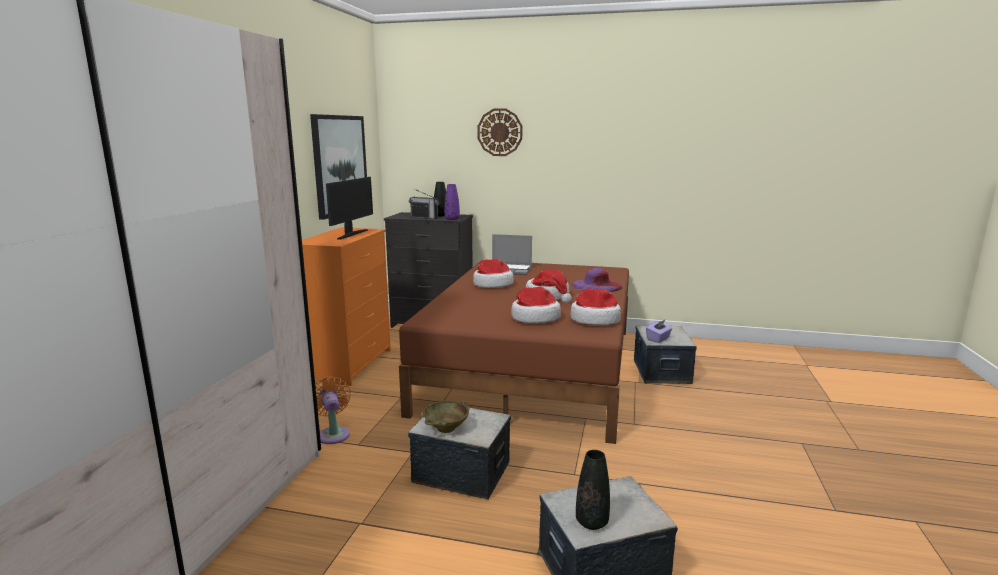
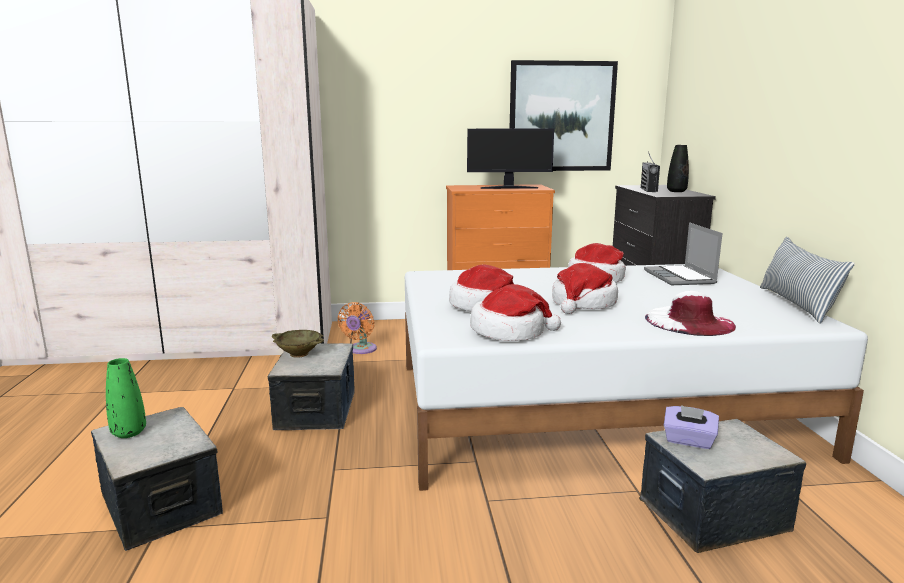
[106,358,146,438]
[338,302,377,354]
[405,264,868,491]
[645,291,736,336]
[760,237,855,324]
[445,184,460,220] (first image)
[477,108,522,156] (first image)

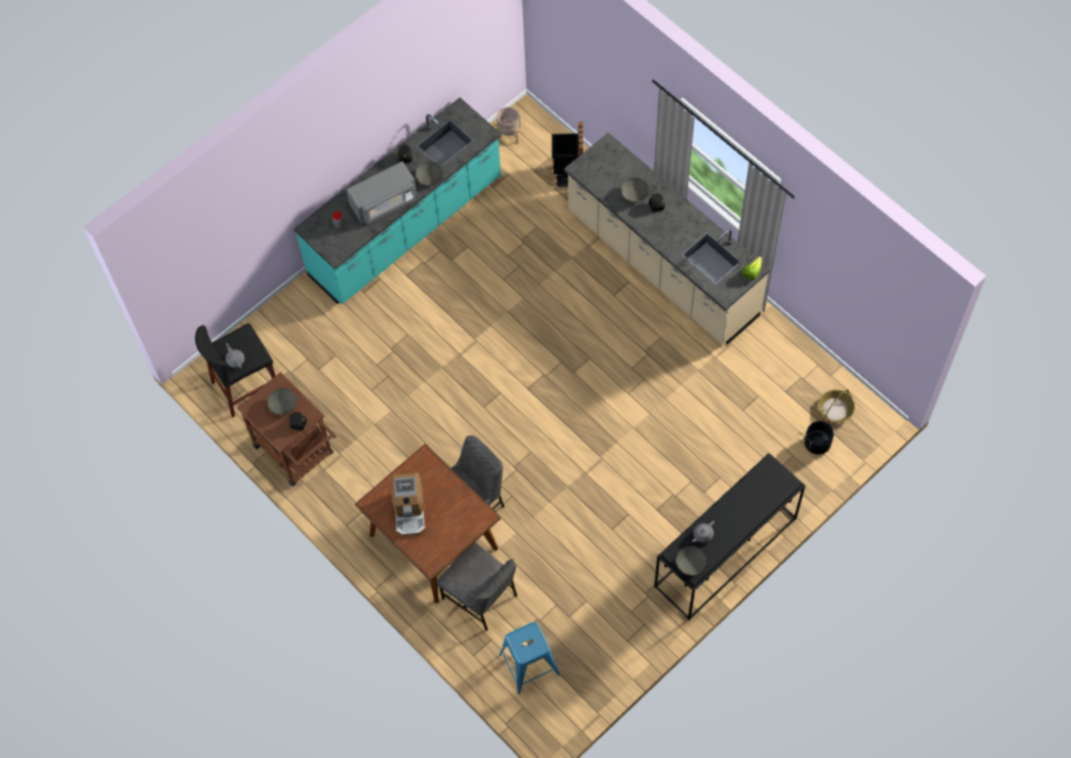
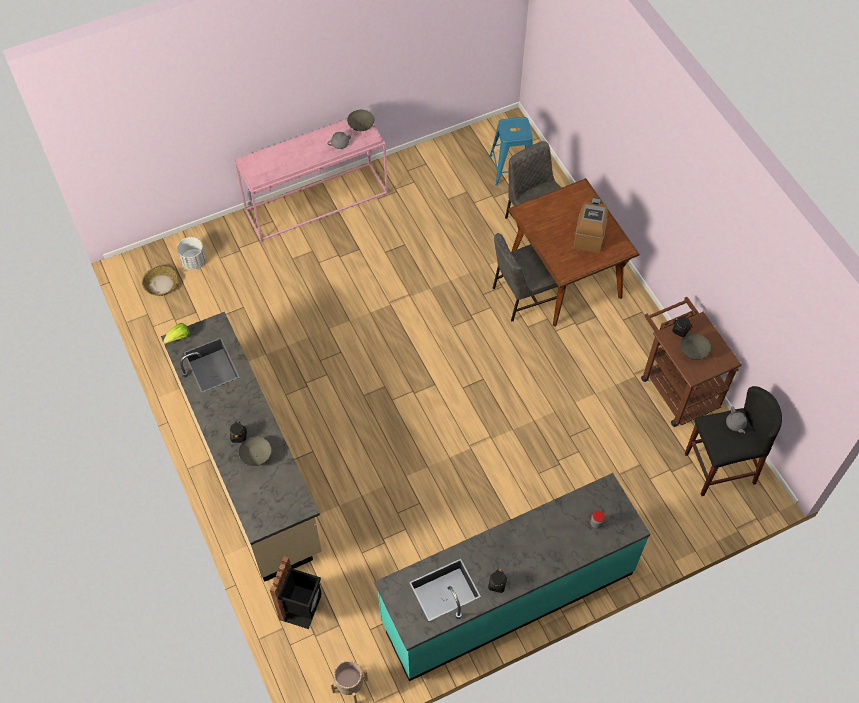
[177,237,206,270]
[234,119,388,242]
[346,161,417,225] (first image)
[415,161,443,186] (first image)

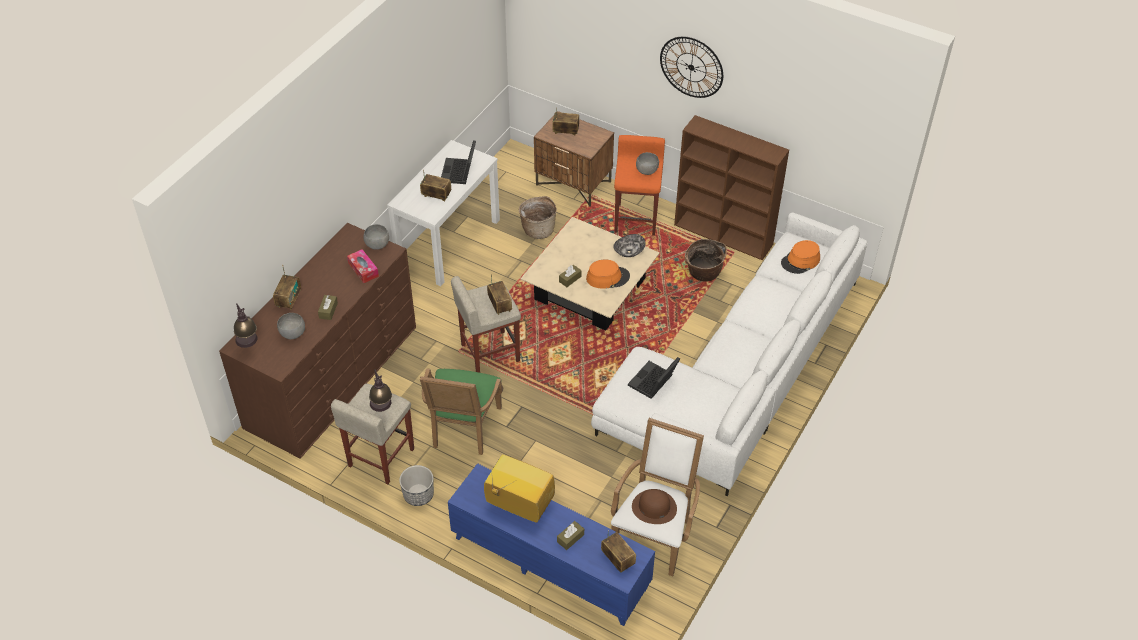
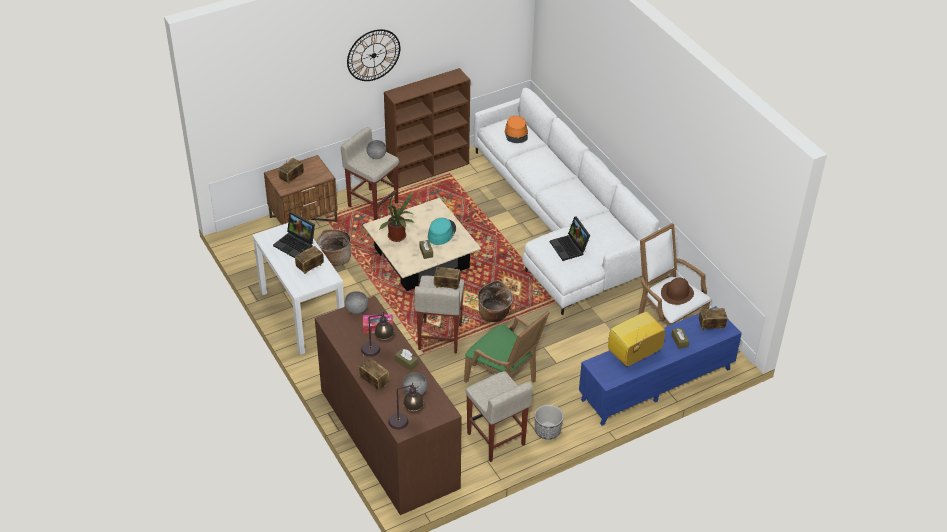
[341,127,399,220]
[361,312,394,357]
[379,191,414,242]
[428,218,456,245]
[478,280,513,322]
[613,234,646,257] (first image)

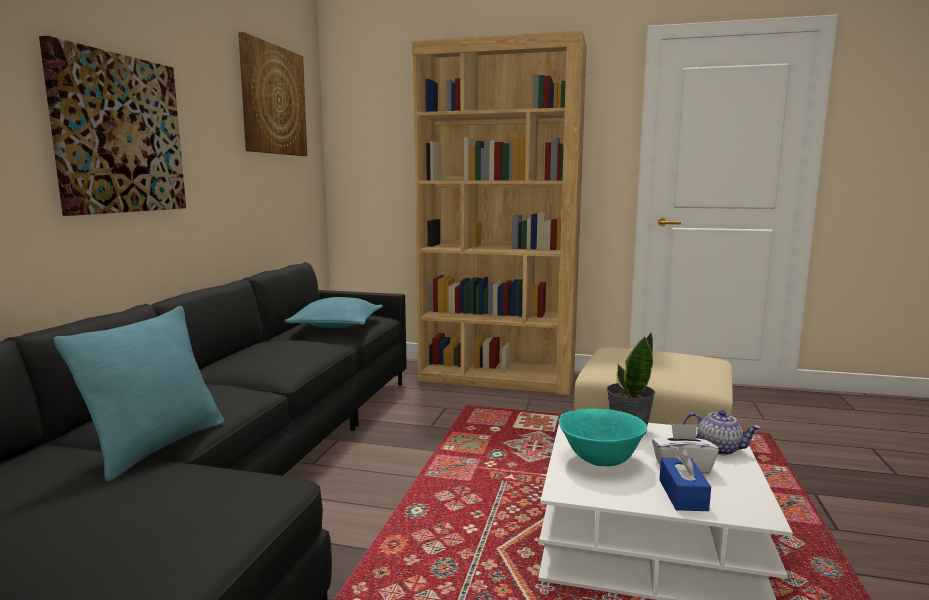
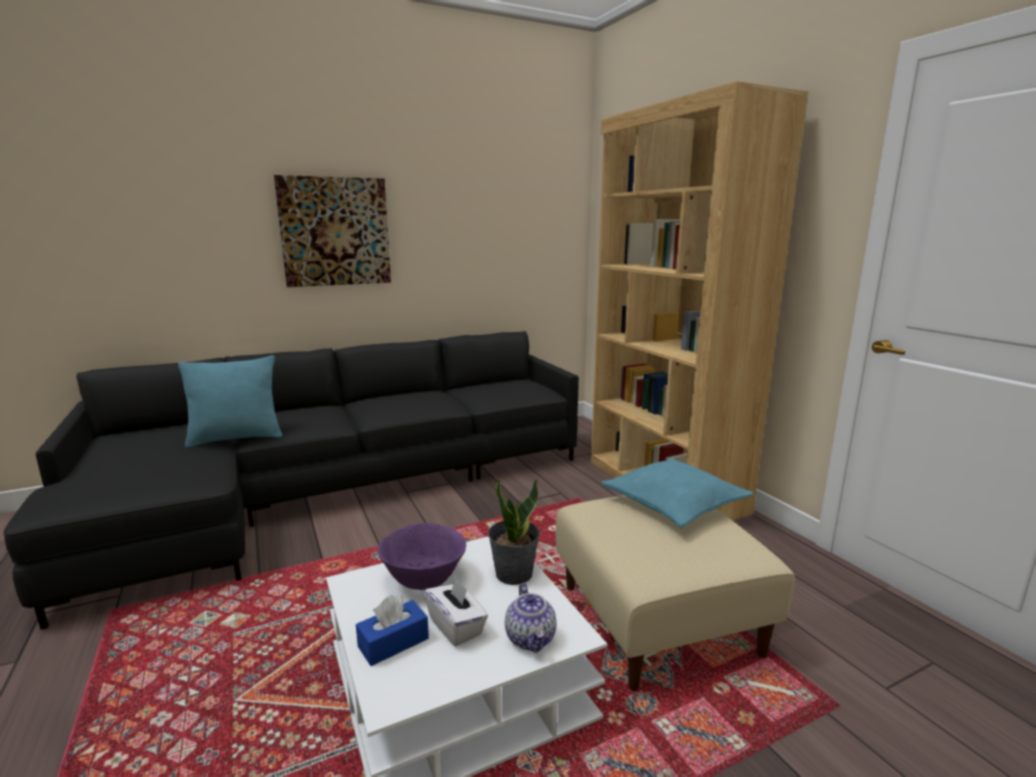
[377,523,466,590]
[601,458,753,528]
[238,32,307,156] (first image)

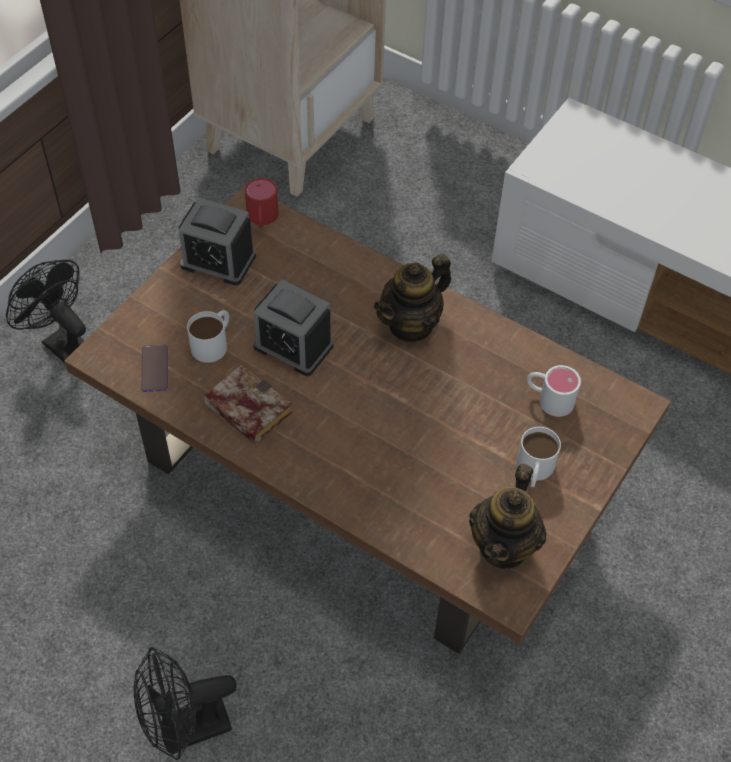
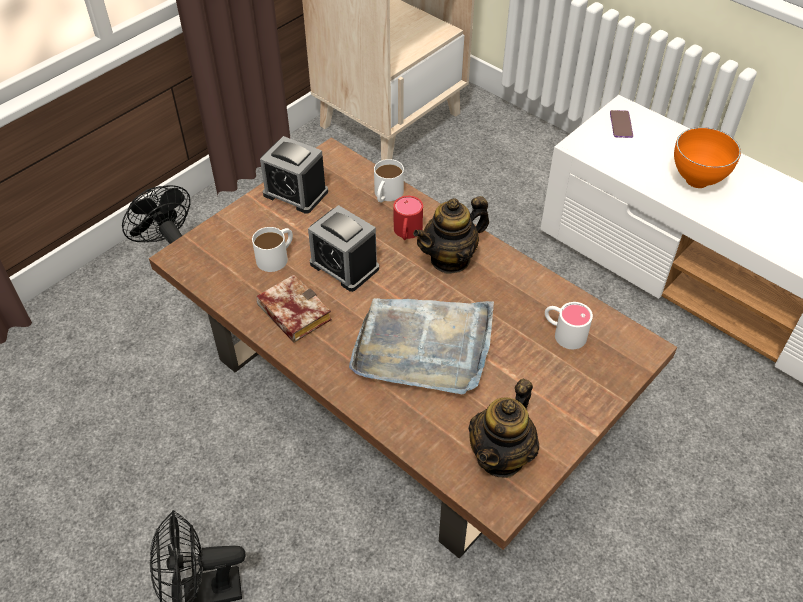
[349,298,494,394]
[374,159,404,202]
[393,196,423,240]
[610,110,633,138]
[674,127,741,188]

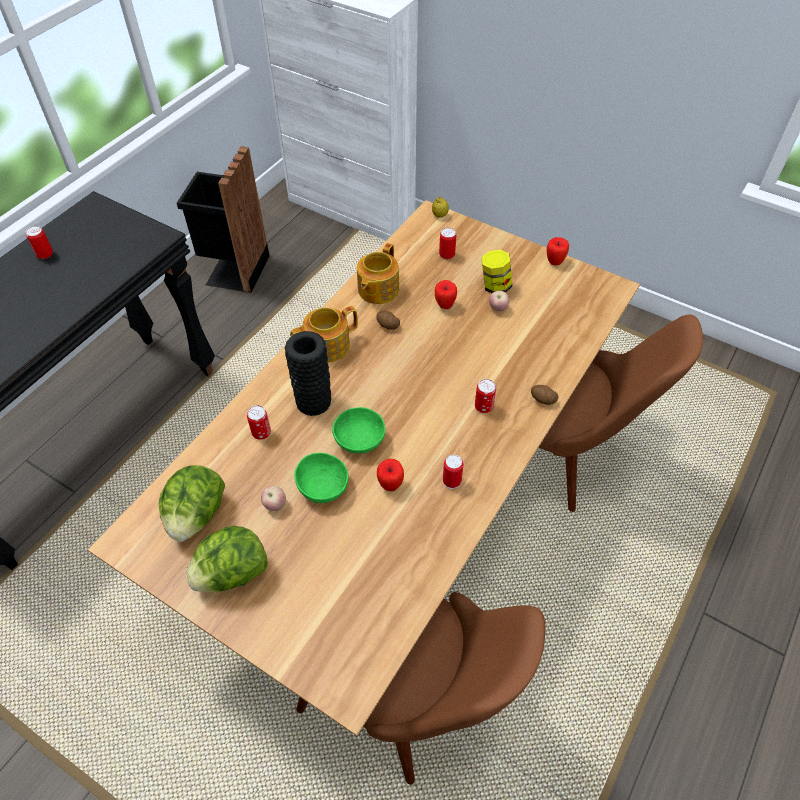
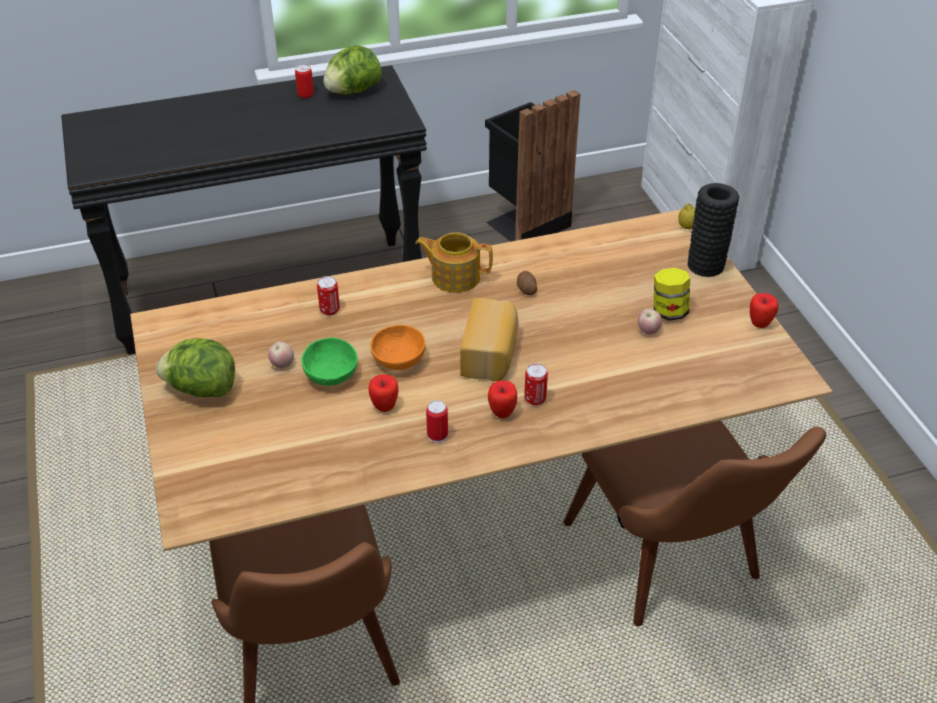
[323,45,382,95]
[370,325,425,370]
[460,298,519,381]
[488,380,517,418]
[687,183,739,277]
[357,243,399,304] (first image)
[439,228,456,259] (first image)
[531,385,558,405] (first image)

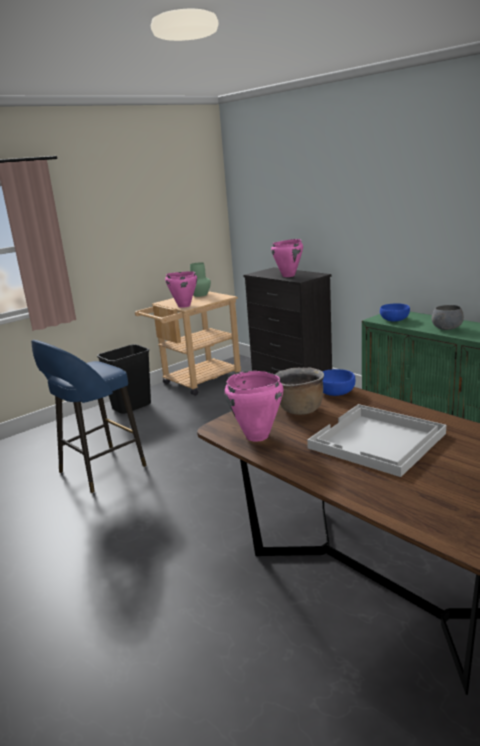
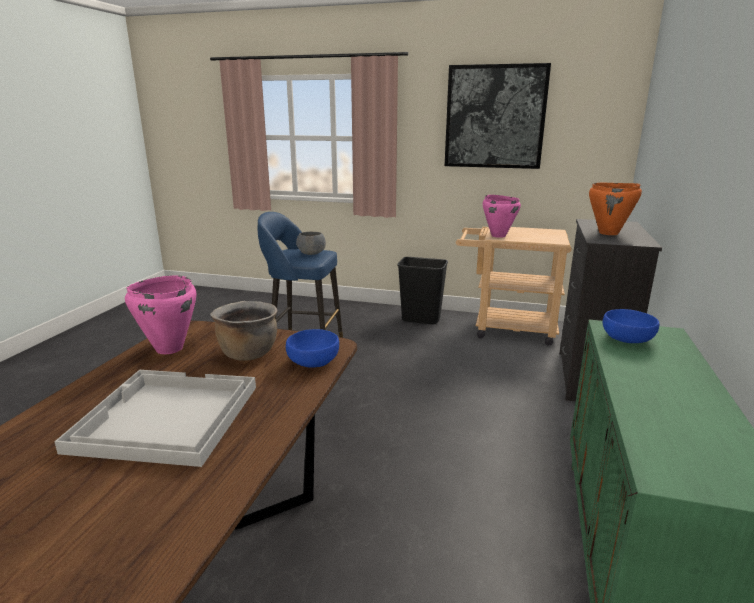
[296,232,326,255]
[445,63,551,169]
[589,183,642,235]
[190,262,211,297] (first image)

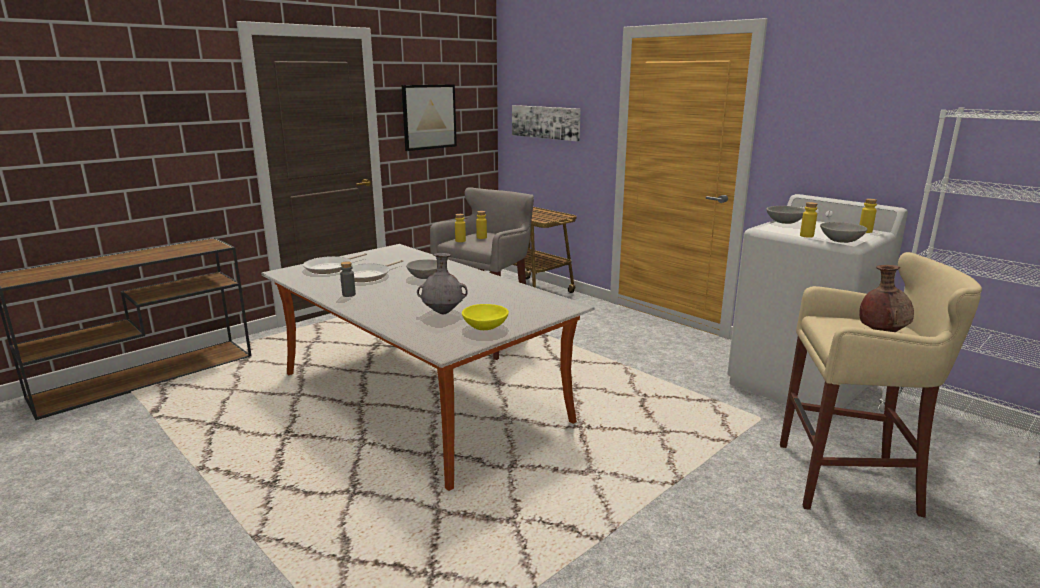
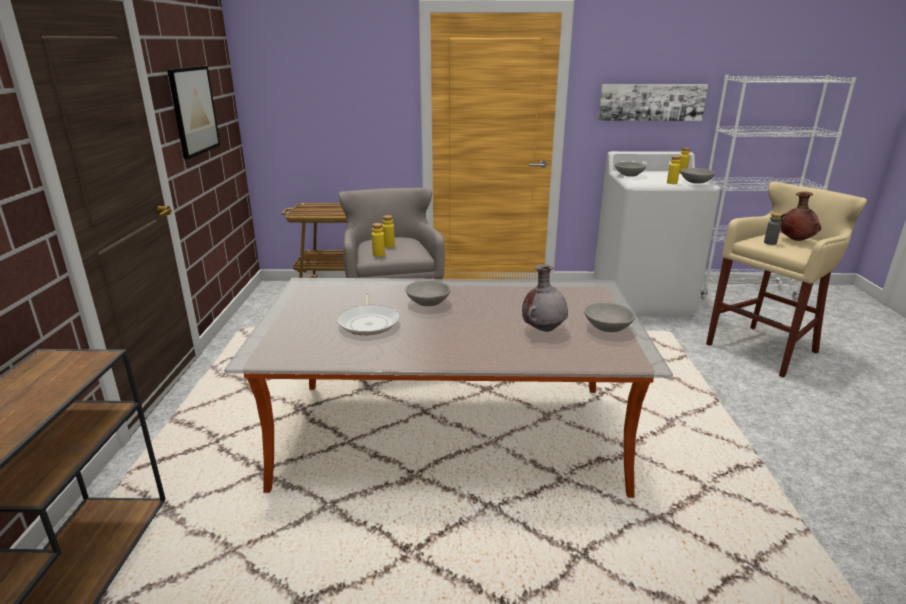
[584,303,635,332]
[598,84,708,121]
[764,213,782,245]
[303,253,367,274] (first image)

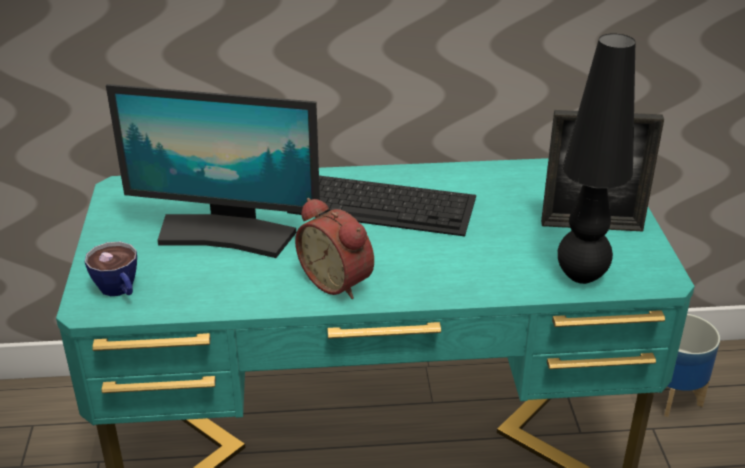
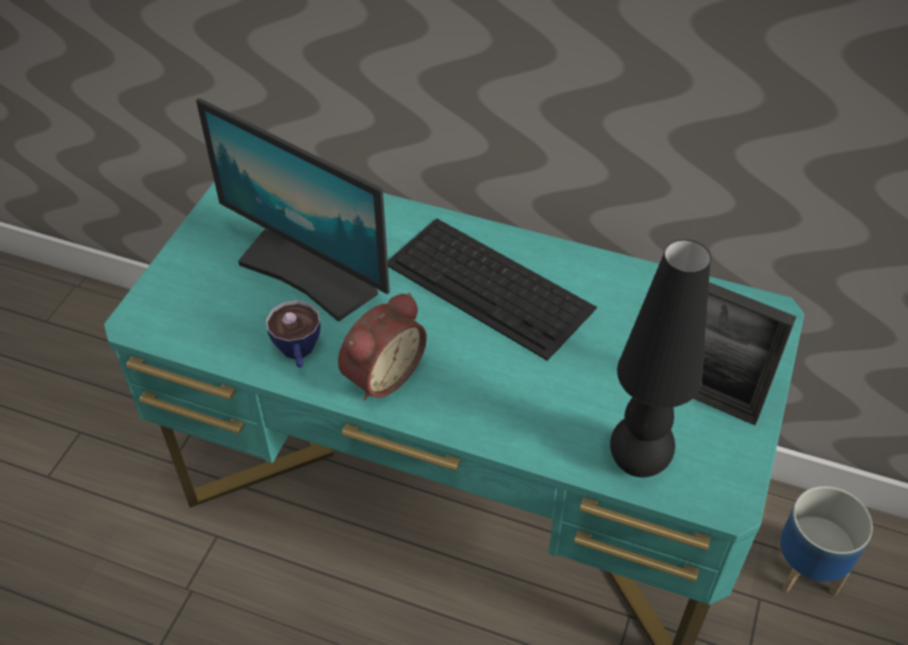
[266,300,321,368]
[338,293,427,401]

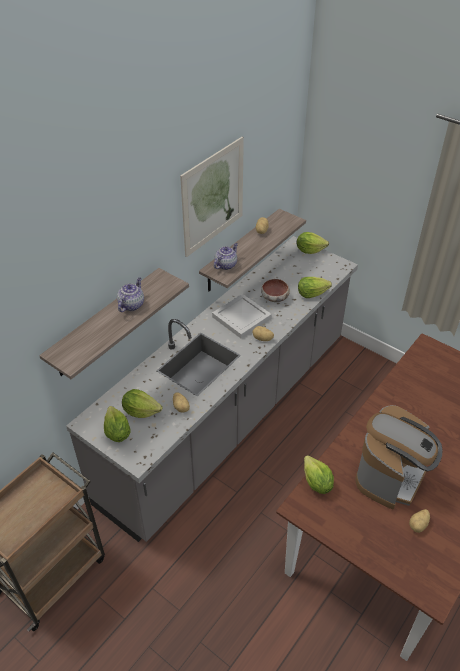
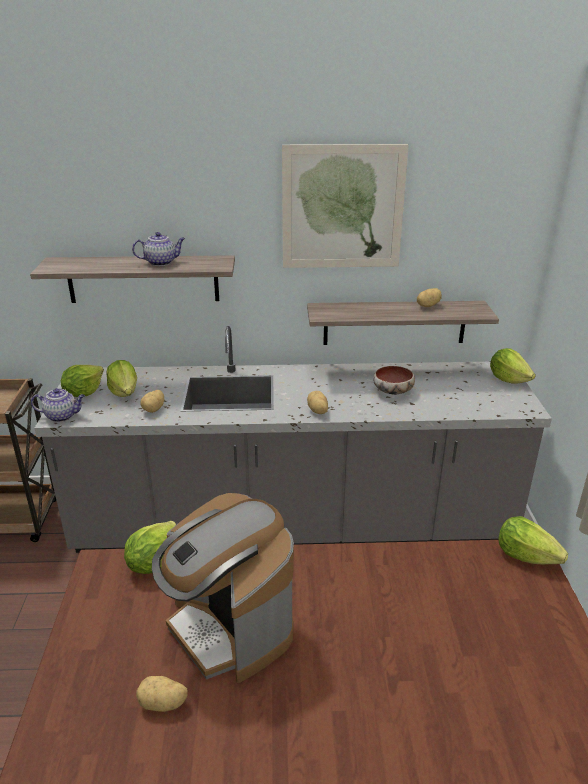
[31,388,85,422]
[152,493,294,683]
[498,516,568,564]
[212,294,272,339] (first image)

